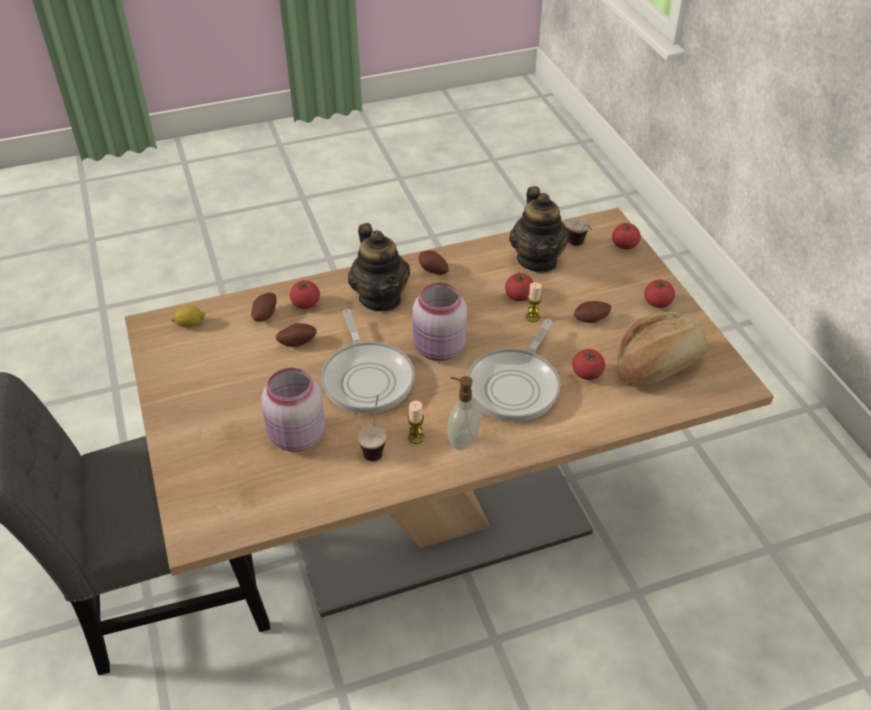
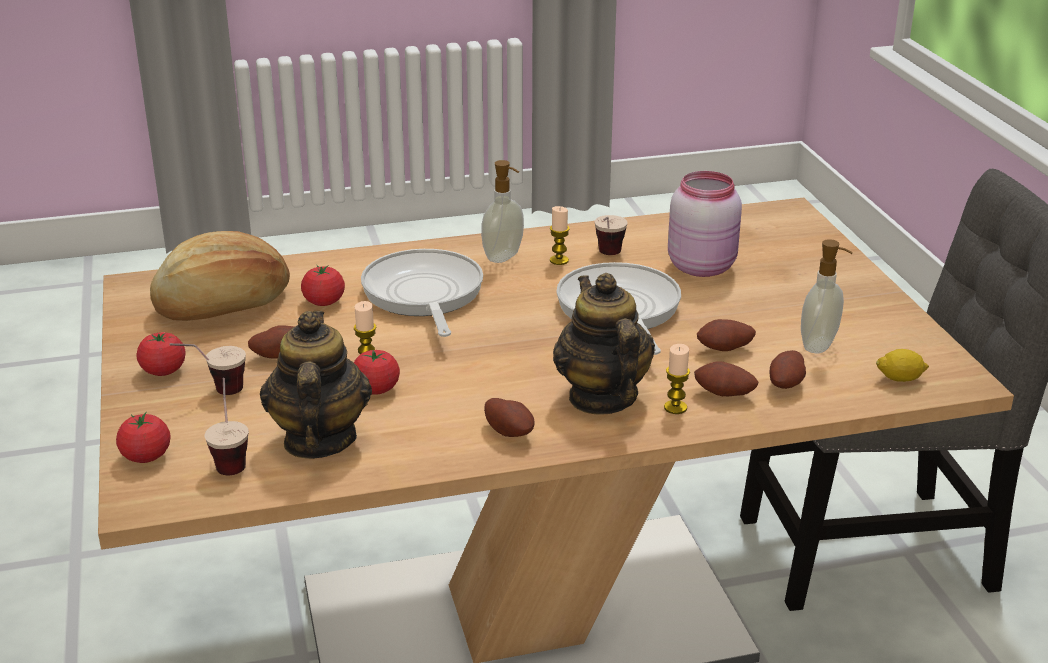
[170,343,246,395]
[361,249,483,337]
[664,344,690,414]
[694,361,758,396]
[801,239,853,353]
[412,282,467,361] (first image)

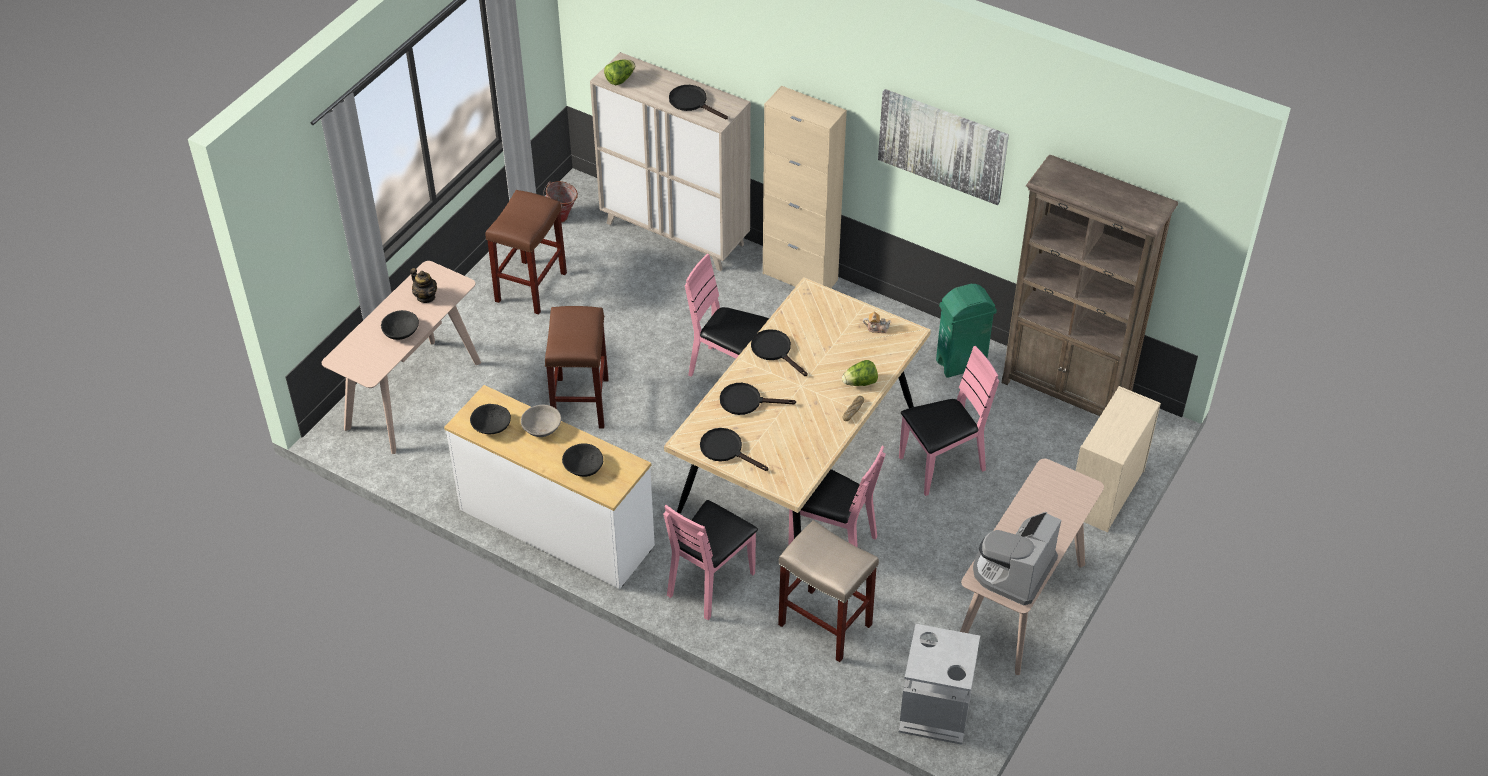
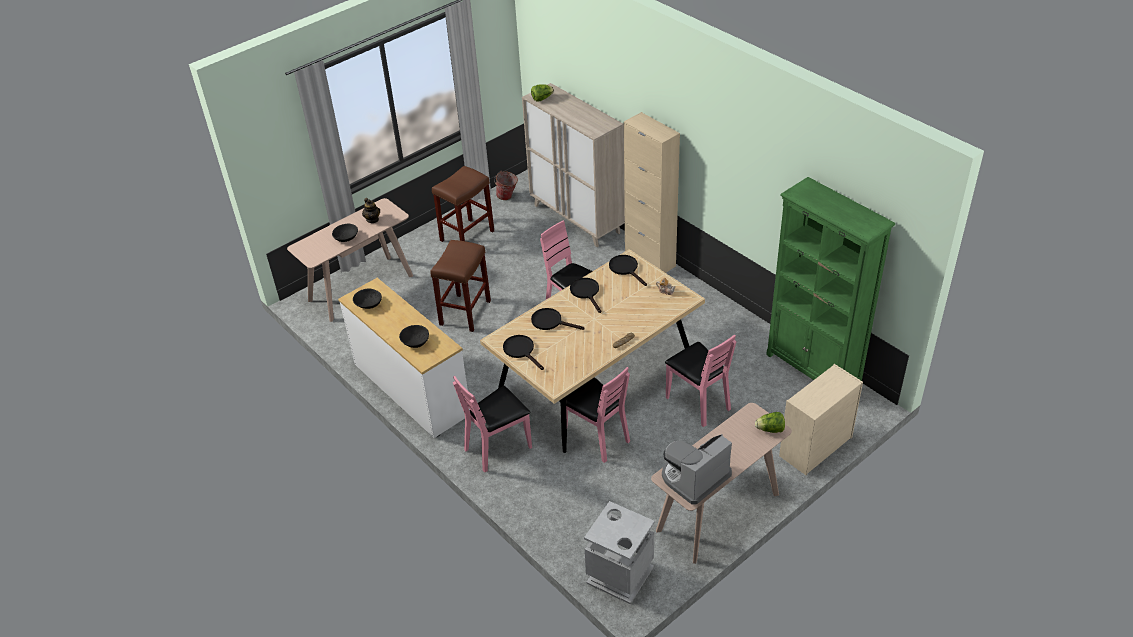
[609,255,647,286]
[665,334,737,427]
[755,412,785,433]
[766,177,895,381]
[521,405,561,437] (first image)
[778,520,879,662] (first image)
[878,89,1009,205] (first image)
[936,284,997,378] (first image)

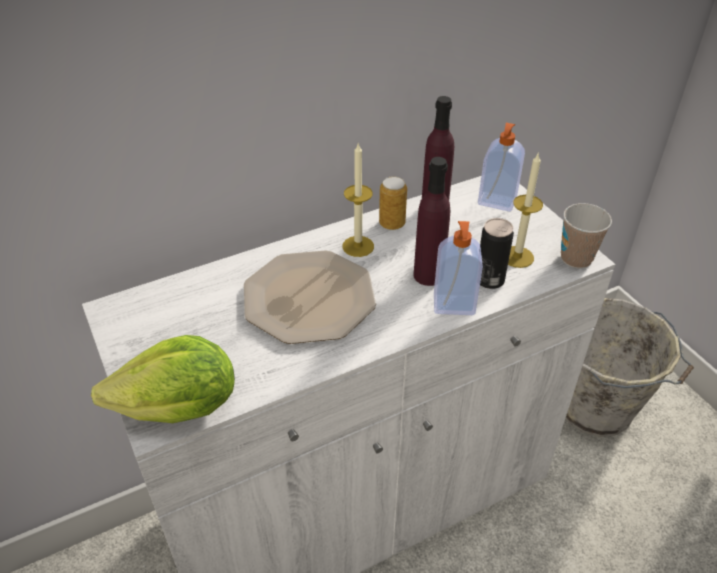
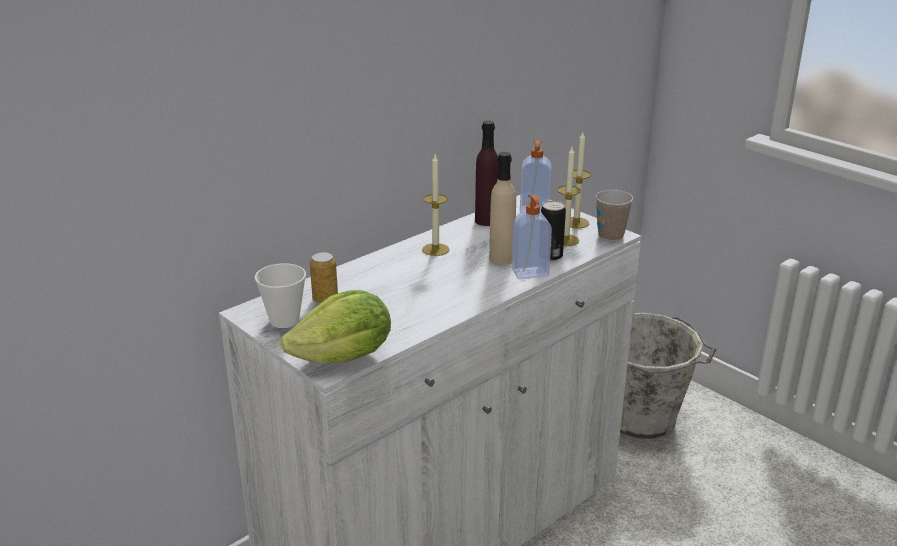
[255,263,306,328]
[310,252,338,304]
[489,152,516,265]
[570,132,591,229]
[244,250,376,344] (first image)

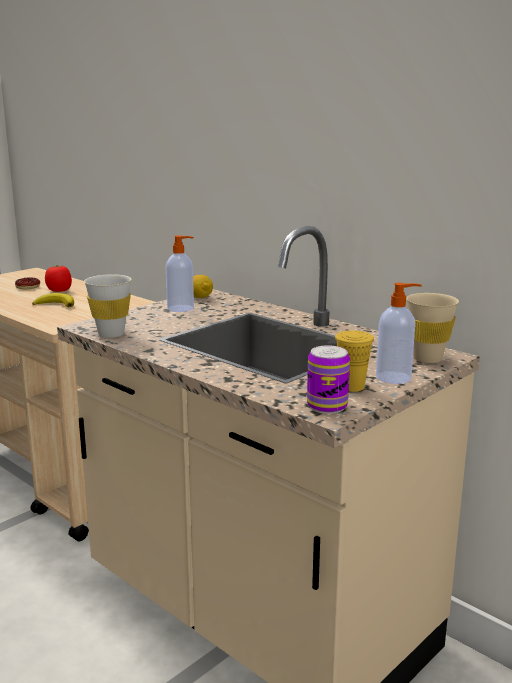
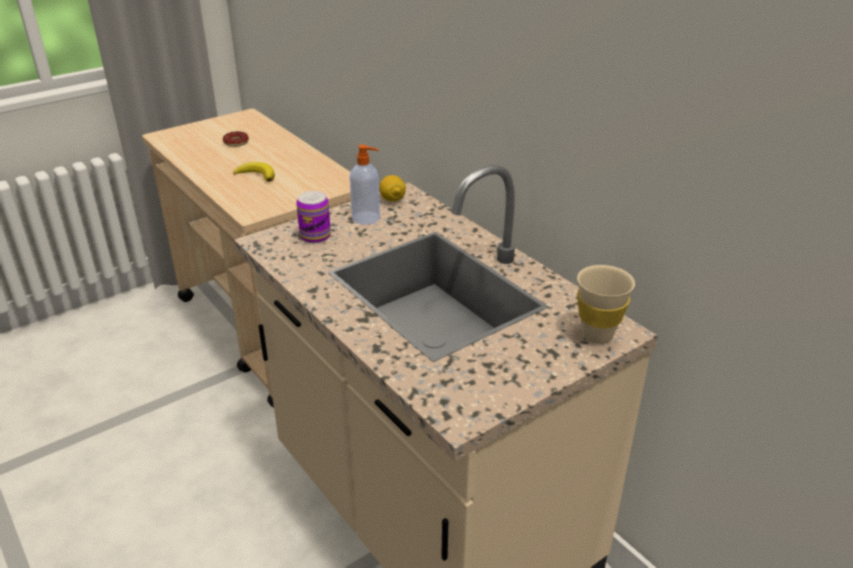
[296,191,331,243]
[45,265,72,292] (first image)
[84,274,131,338] (first image)
[335,330,374,392] (first image)
[376,283,422,384] (first image)

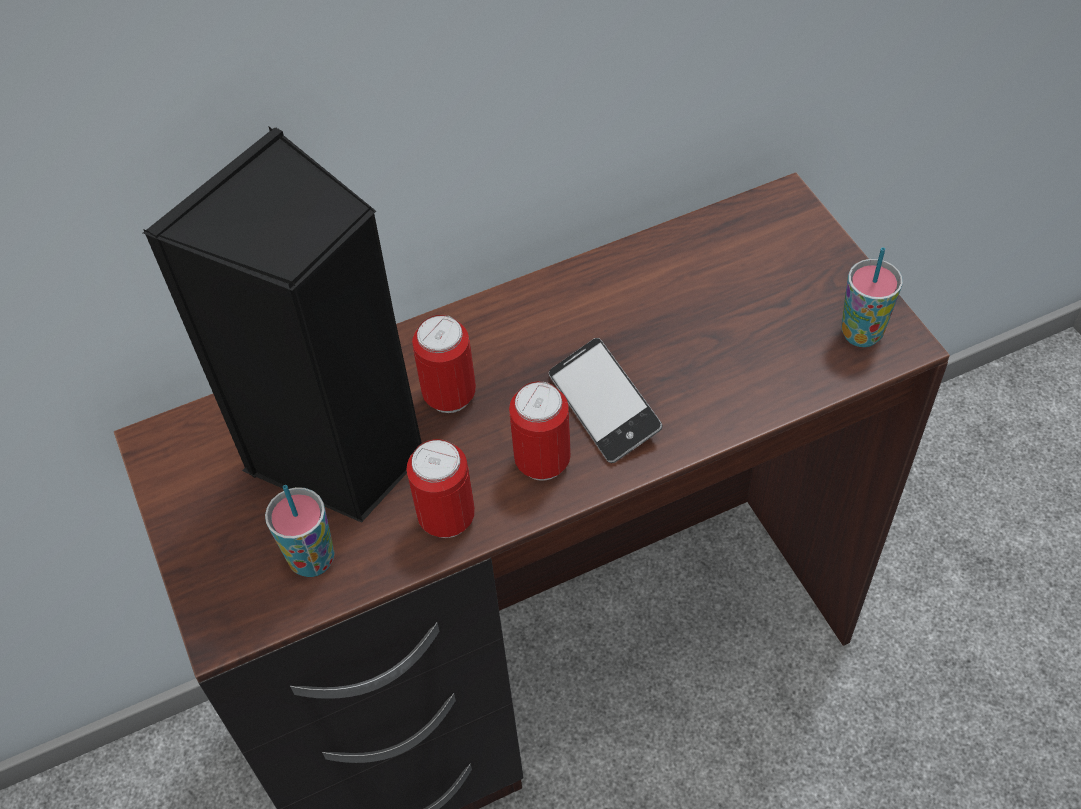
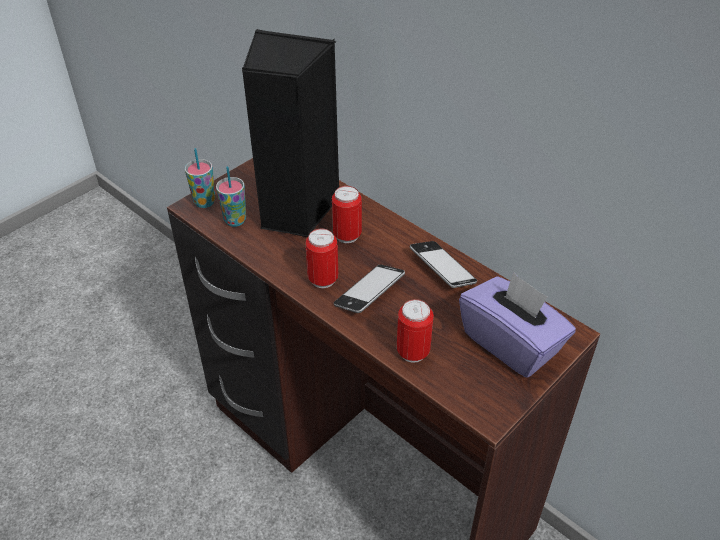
[185,148,215,208]
[397,299,434,363]
[409,241,477,288]
[459,272,576,378]

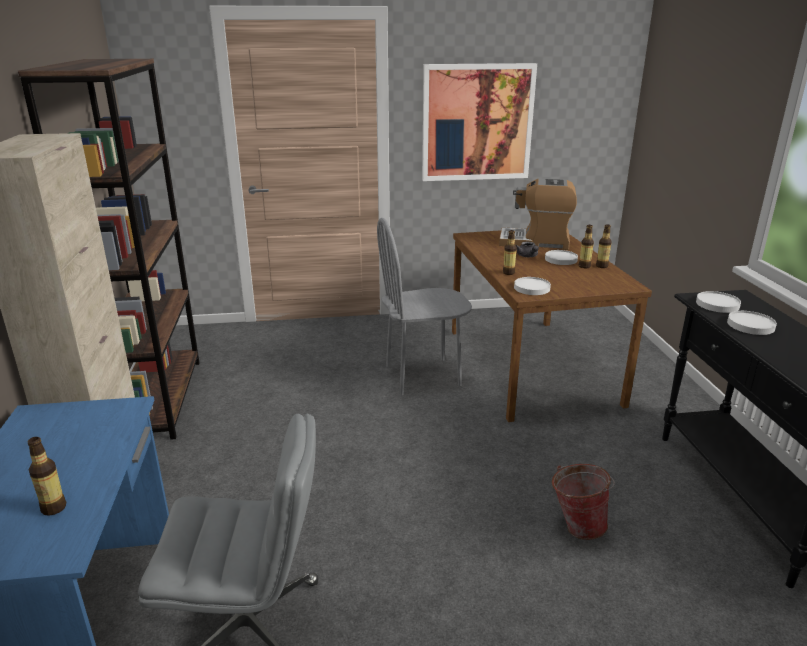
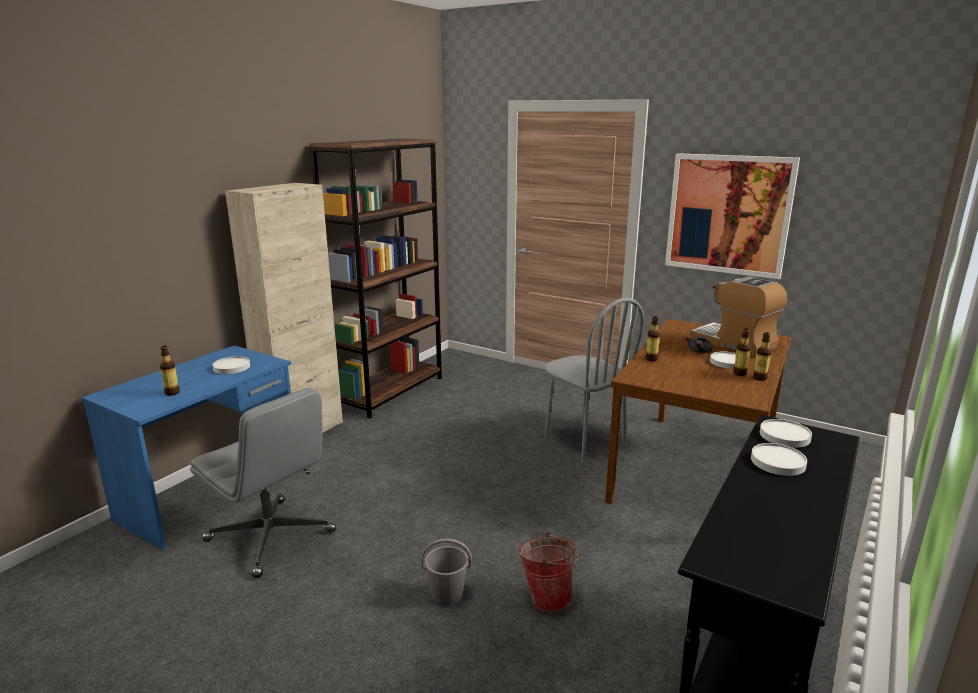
[213,356,250,374]
[421,539,472,605]
[545,298,644,462]

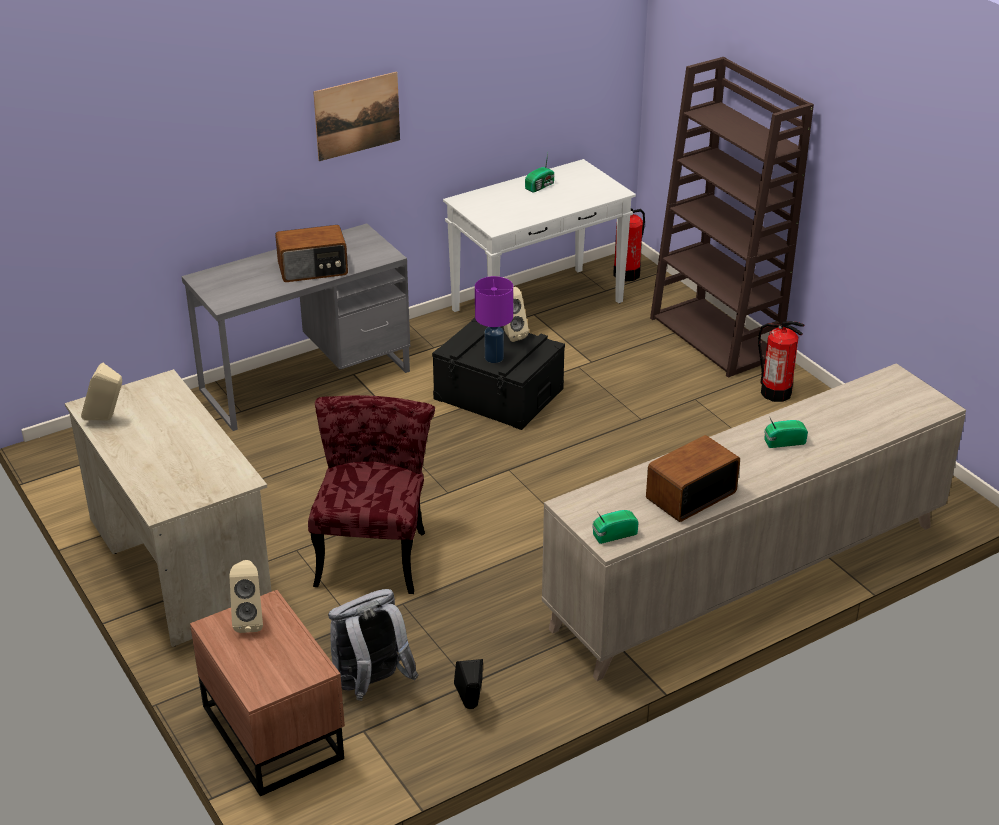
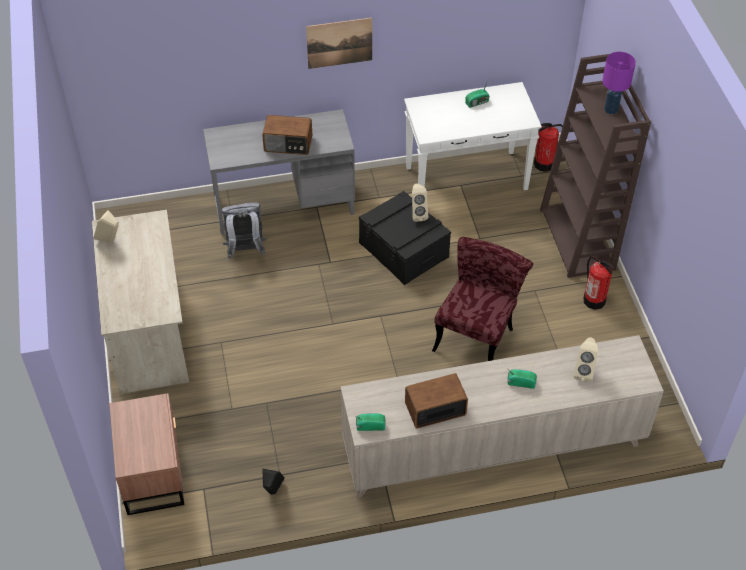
[222,203,267,259]
[432,237,533,361]
[574,337,598,382]
[602,52,636,114]

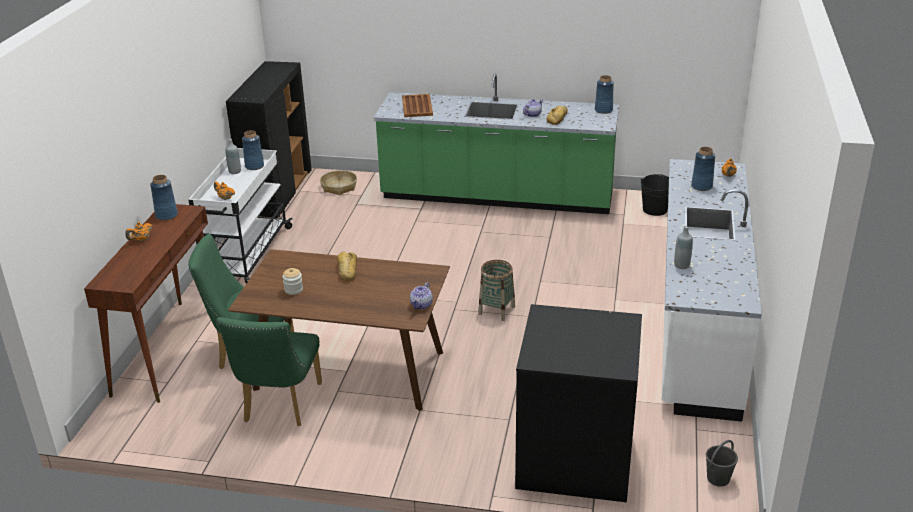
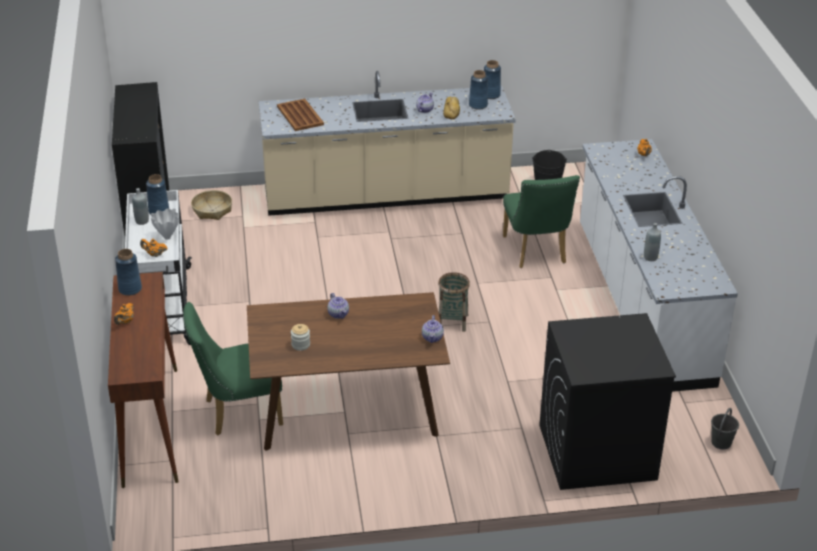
[151,208,179,240]
[259,71,516,216]
[327,293,349,319]
[469,70,488,110]
[503,175,580,268]

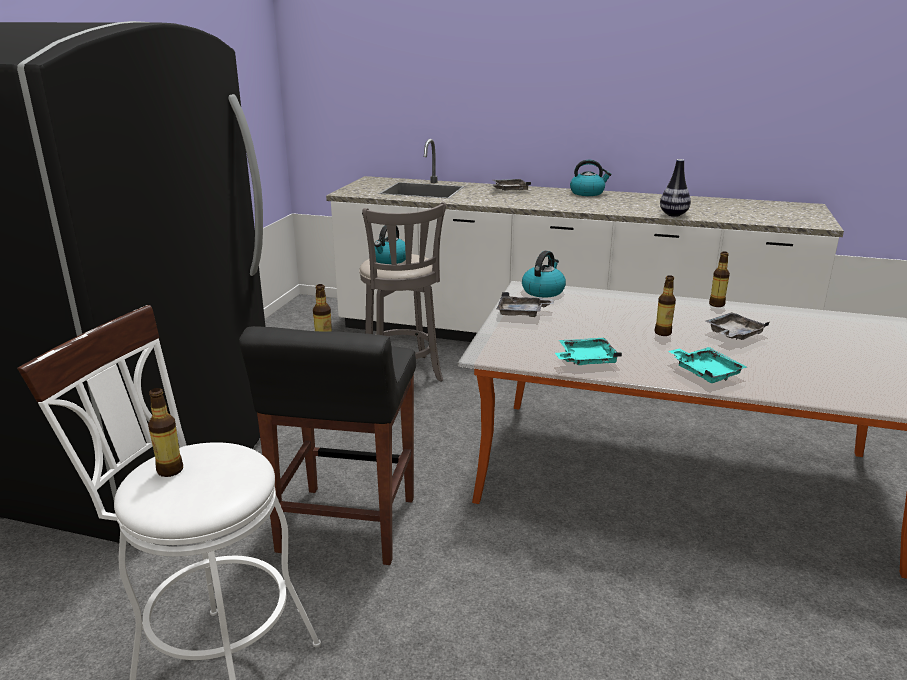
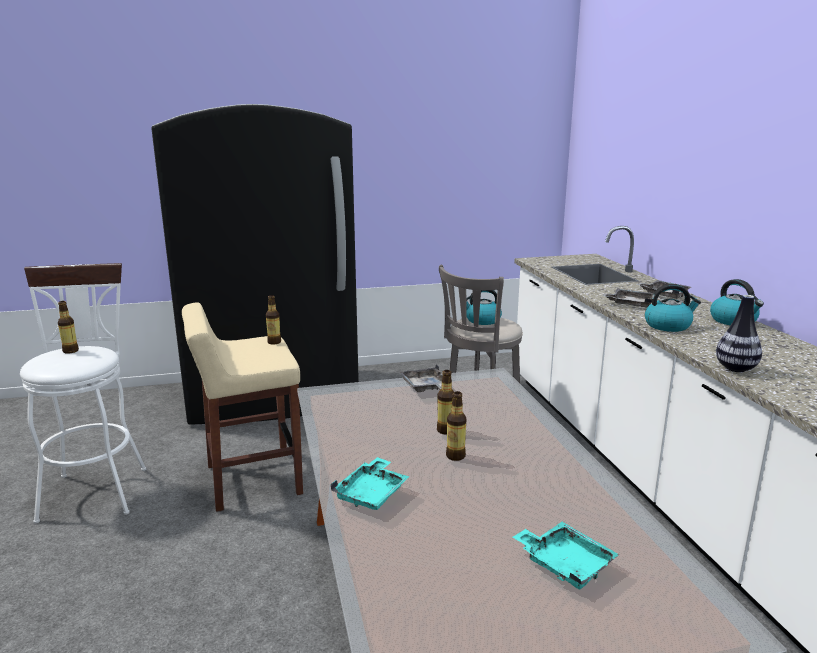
[182,302,303,512]
[437,370,454,434]
[513,522,619,589]
[603,289,654,308]
[645,284,701,332]

